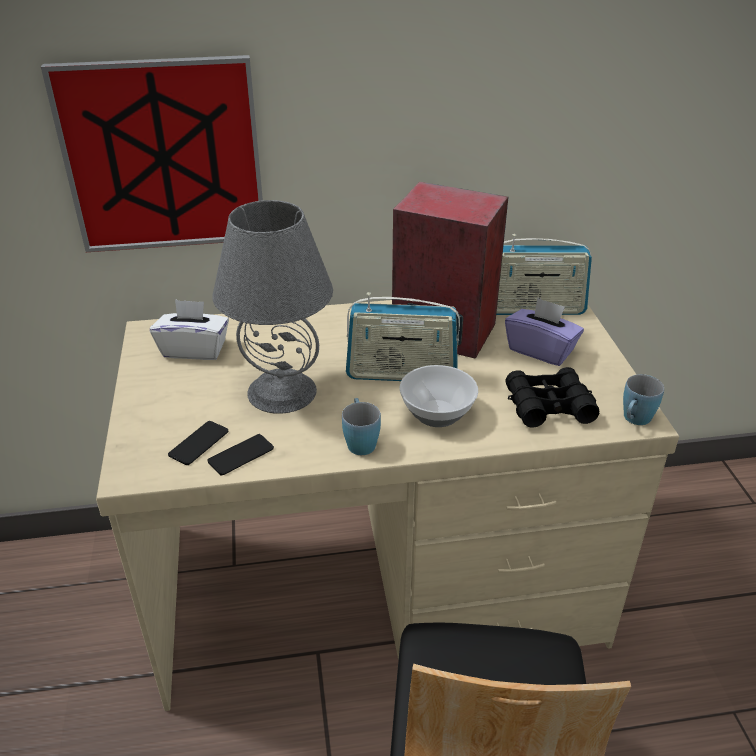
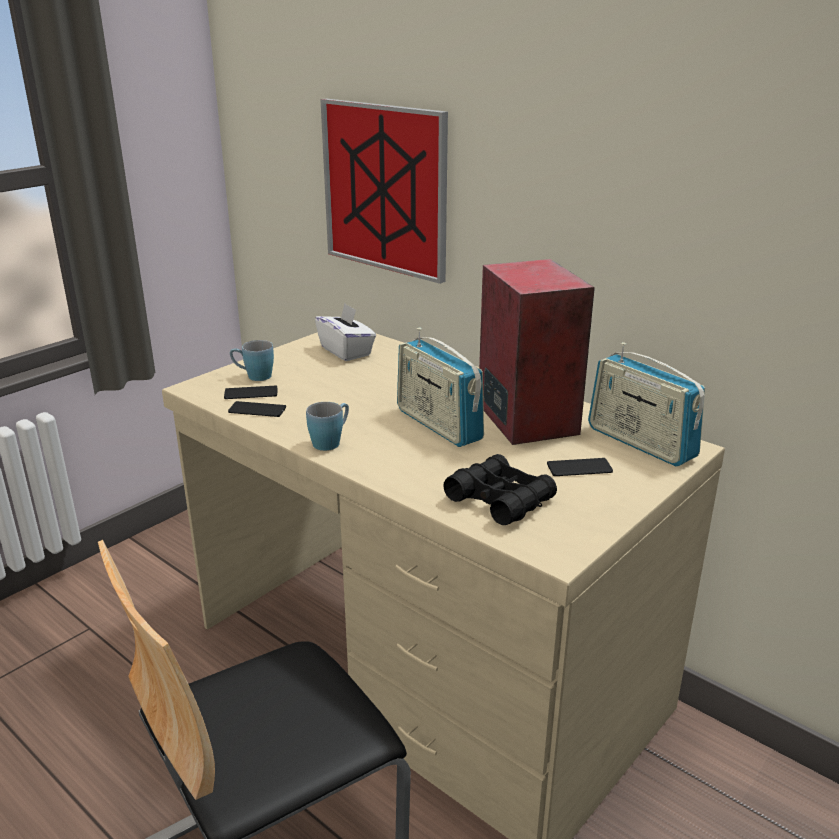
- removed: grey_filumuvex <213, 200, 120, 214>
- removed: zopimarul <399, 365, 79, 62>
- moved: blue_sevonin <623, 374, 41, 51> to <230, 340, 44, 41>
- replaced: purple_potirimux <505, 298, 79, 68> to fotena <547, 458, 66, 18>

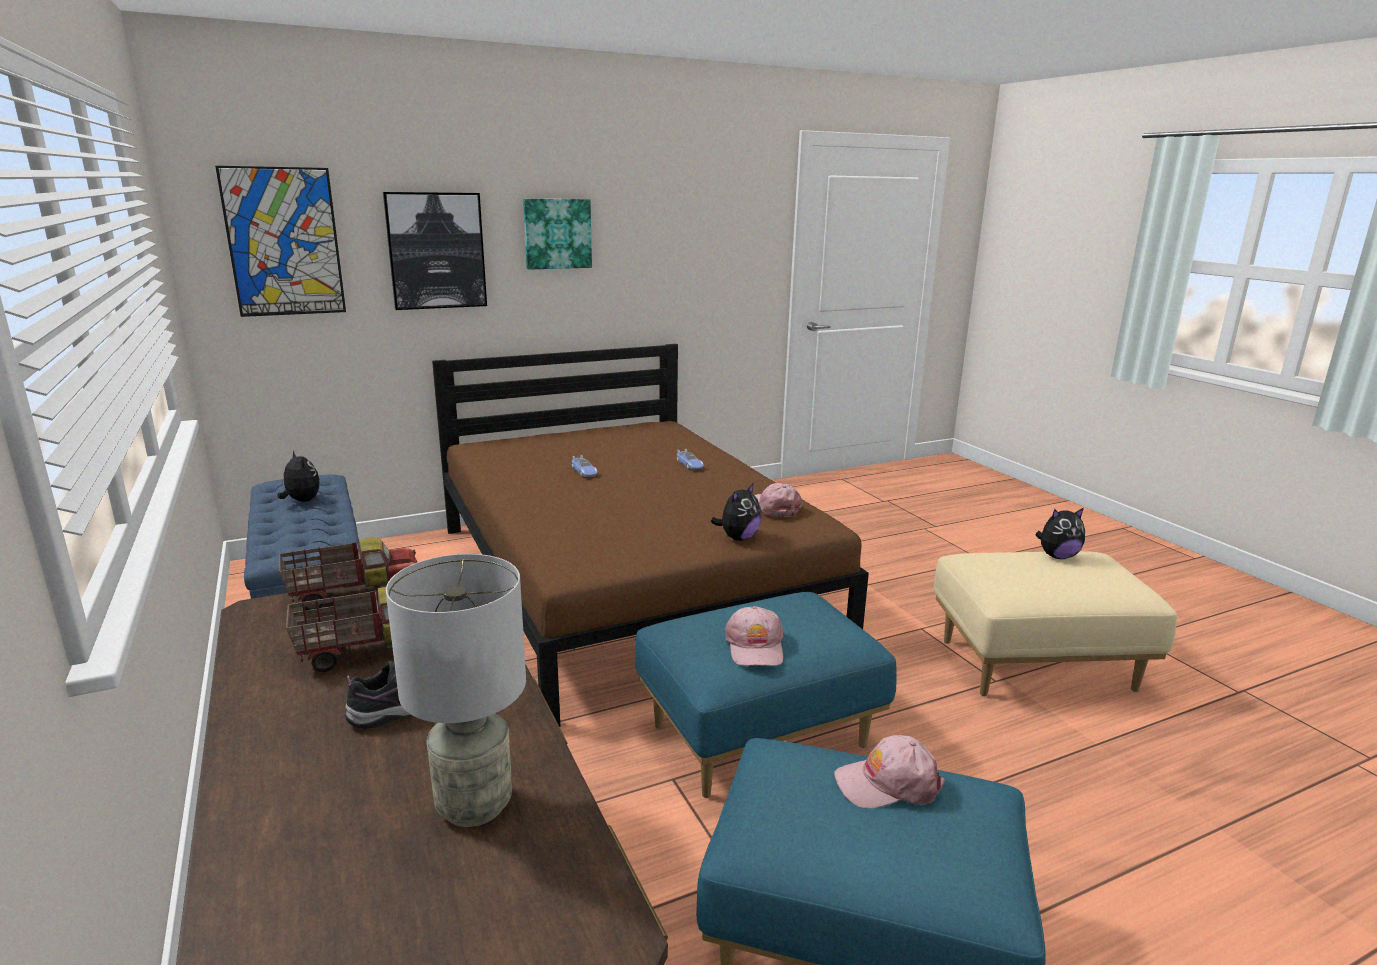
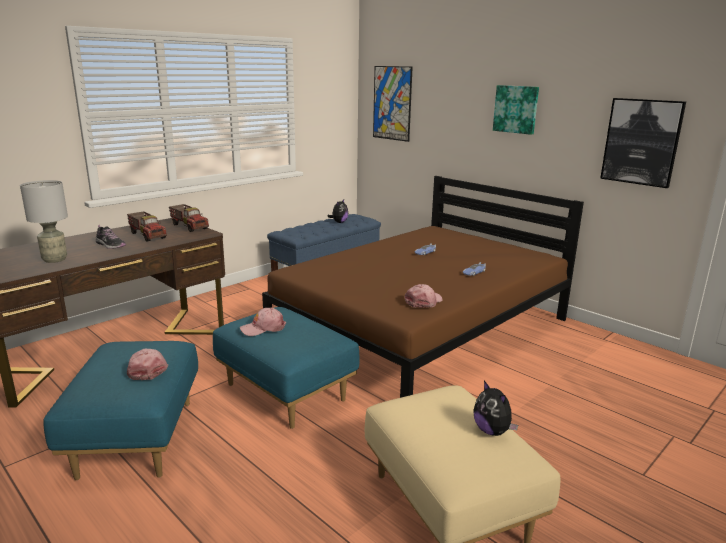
- removed: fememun <711, 483, 50, 58>
- moved: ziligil <383, 192, 104, 118> to <600, 98, 86, 90>

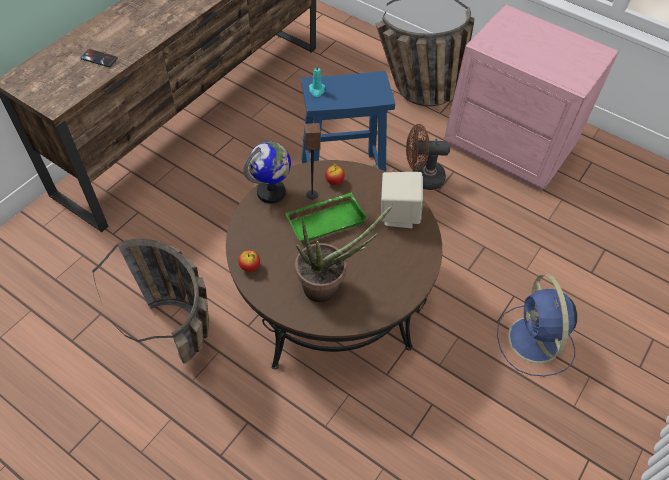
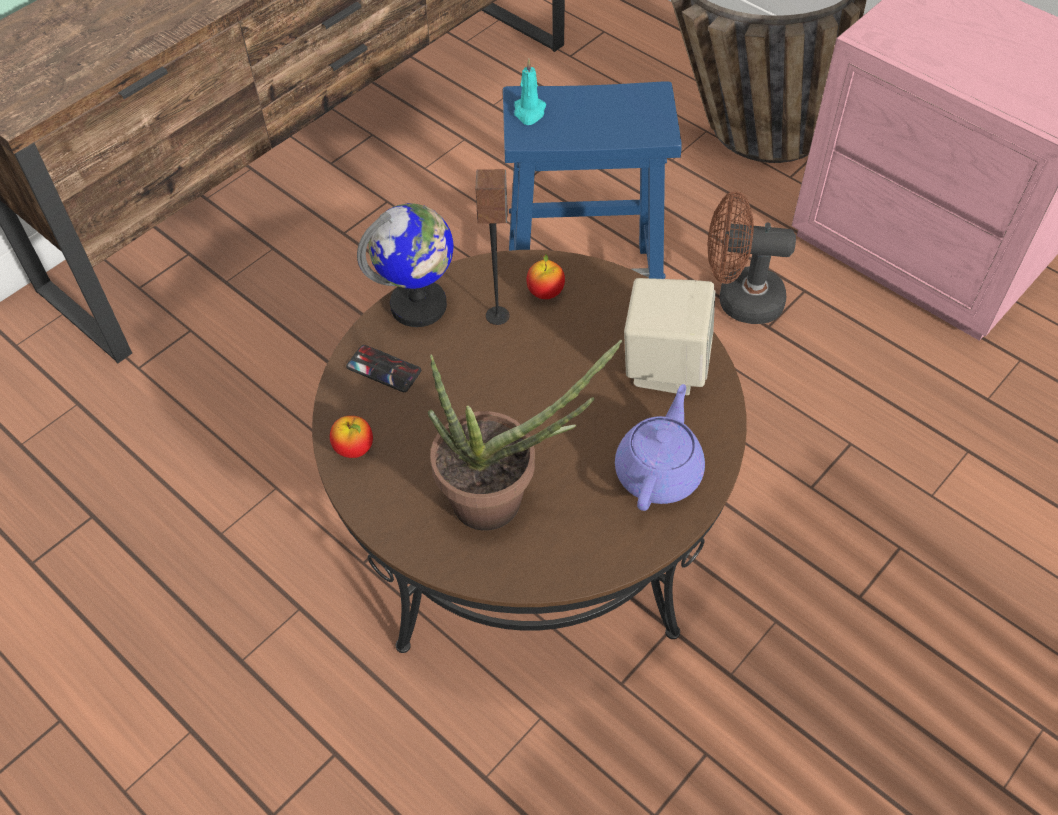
- removed: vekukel <92, 239, 117, 125>
- removed: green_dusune <285, 192, 83, 51>
- removed: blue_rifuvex <497, 274, 80, 102>
- added: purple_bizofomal <615, 384, 90, 127>
- moved: fotena <81, 49, 37, 18> to <346, 345, 75, 47>

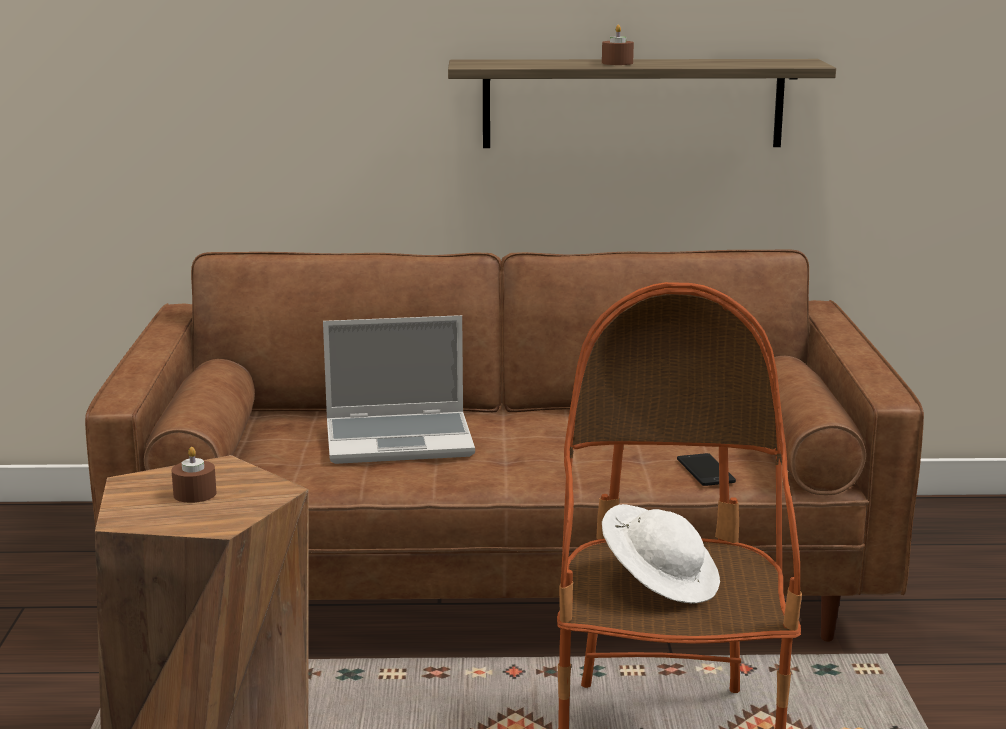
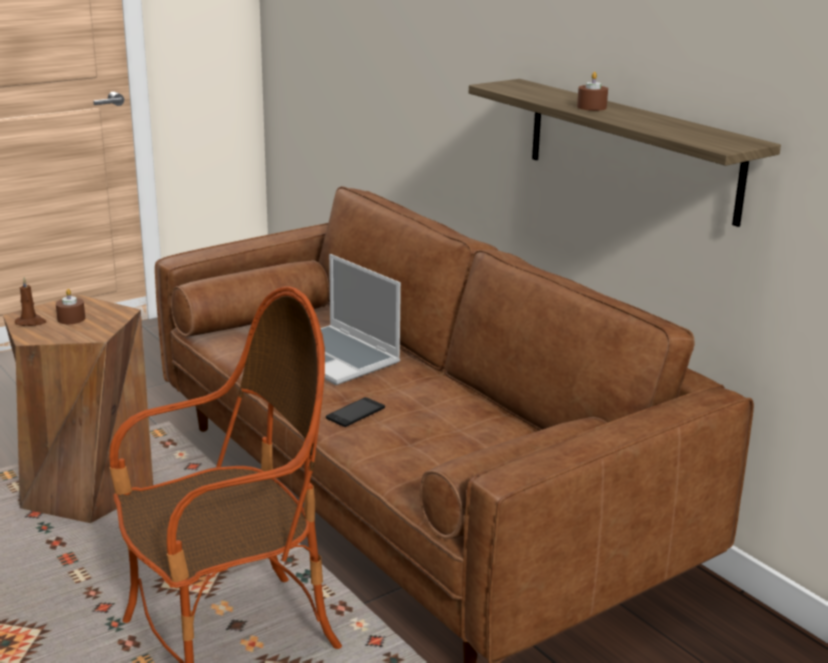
- removed: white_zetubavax <602, 504, 118, 100>
- added: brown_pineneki <15, 277, 31, 49>
- moved: fotena <677, 453, 59, 33> to <326, 397, 59, 30>

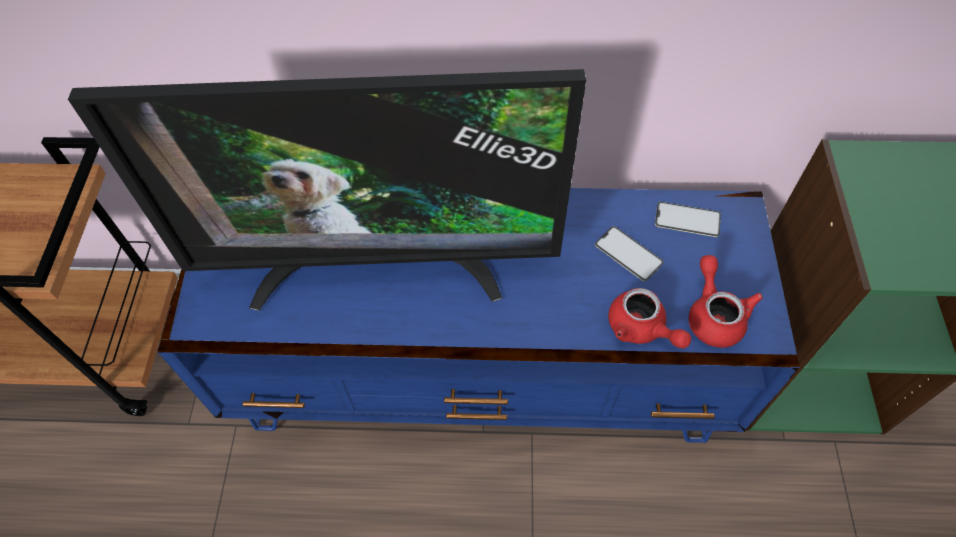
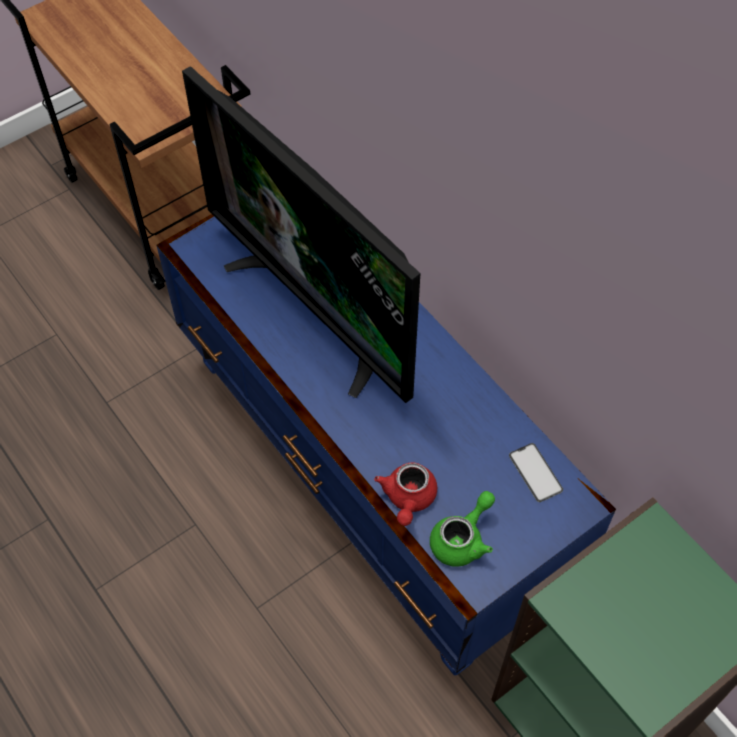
- removed: fotena <595, 226, 68, 55>
- recoloured: red_bizofomal <689, 255, 74, 93> to green_bizofomal <430, 491, 65, 76>

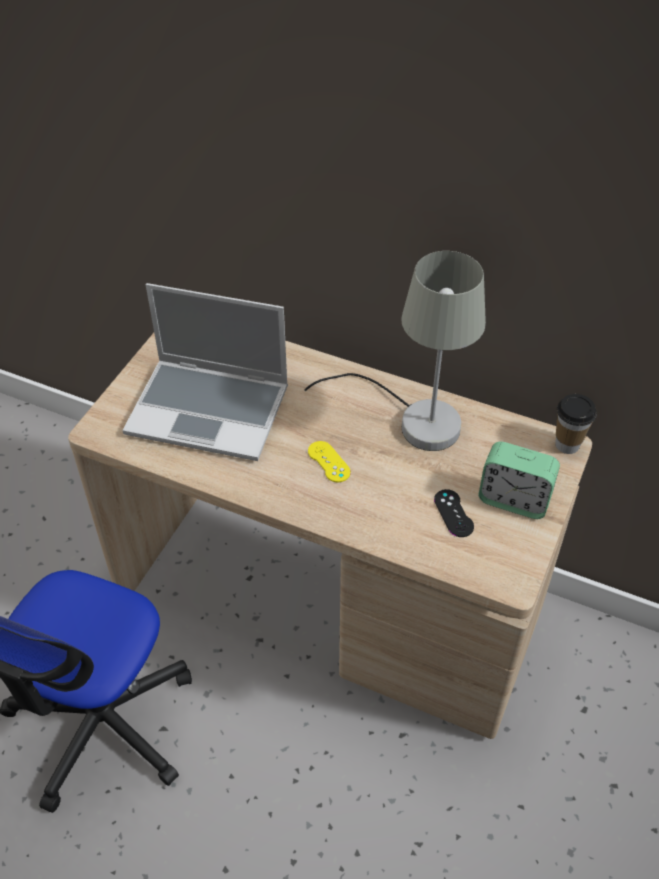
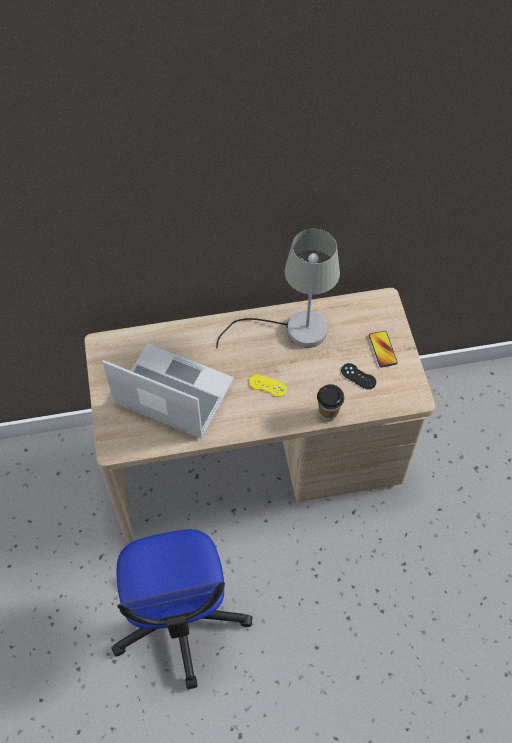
- moved: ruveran <555, 394, 42, 60> to <317, 384, 27, 38>
- replaced: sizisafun <478, 441, 82, 78> to fotena <369, 331, 29, 36>
- turned: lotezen <122, 283, 166, 178> = <102, 343, 132, 96> 135 degrees counterclockwise

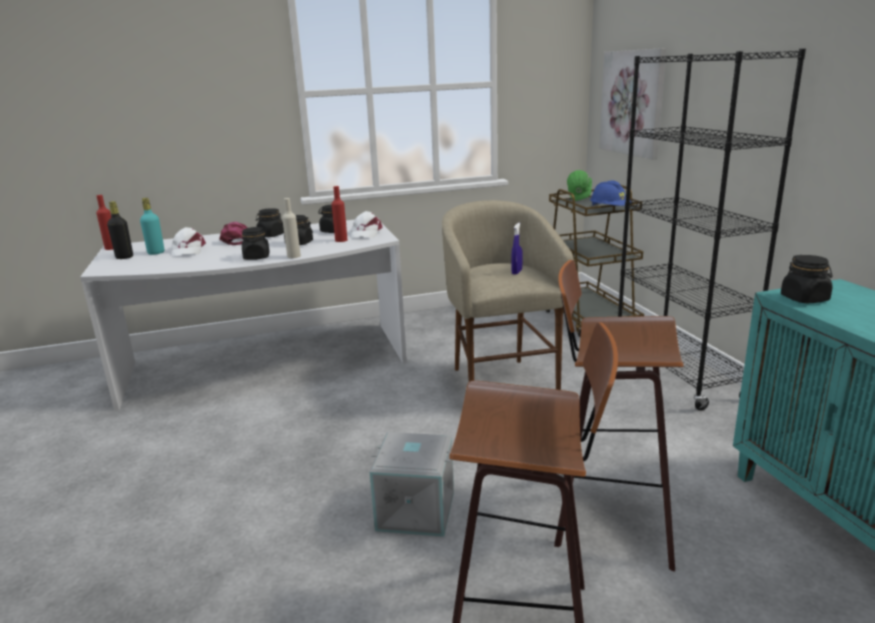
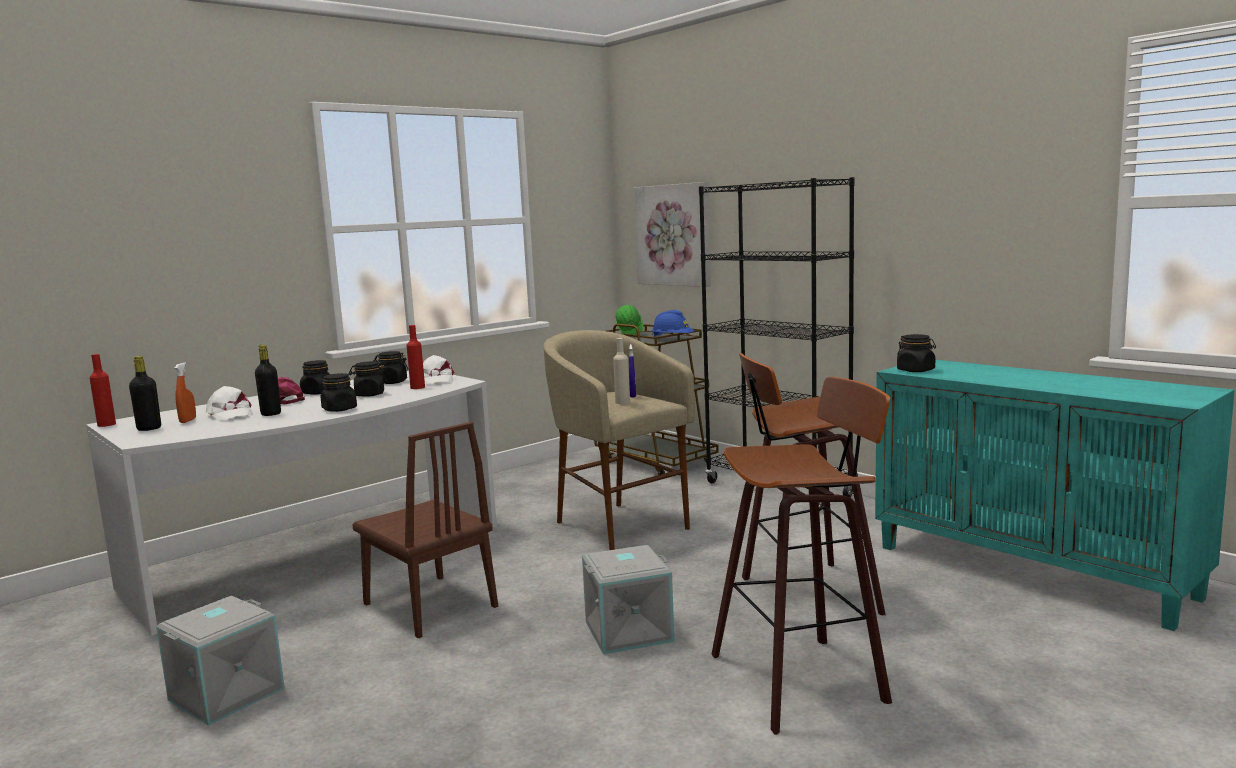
- added: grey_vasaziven <156, 596, 129, 130>
- added: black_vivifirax <255, 345, 26, 71>
- added: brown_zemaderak <352, 422, 146, 216>
- moved: beige_vivifirax <282, 198, 19, 60> to <613, 338, 17, 66>
- replaced: turquoise_vivifirax <140, 198, 24, 57> to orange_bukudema <175, 362, 21, 61>

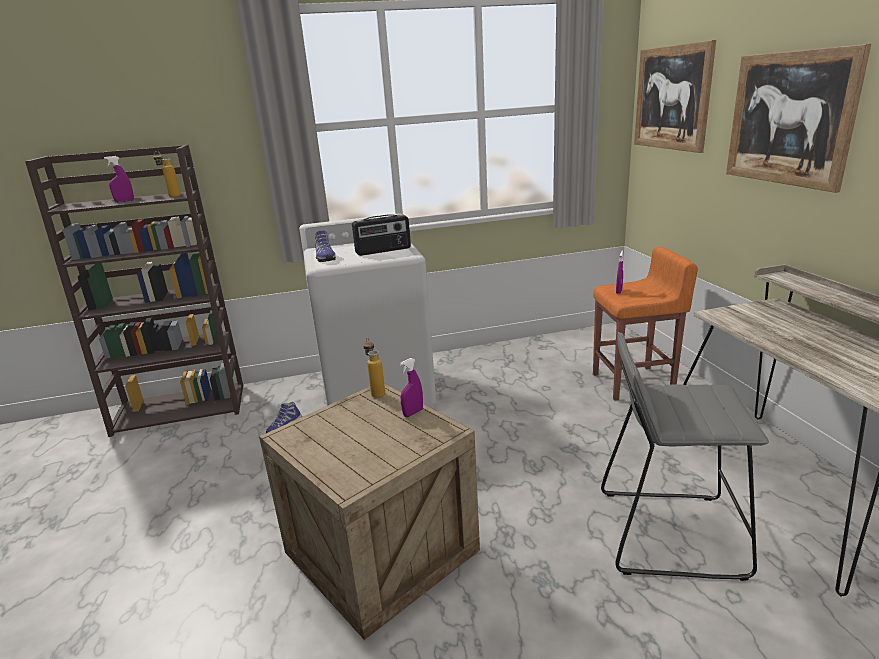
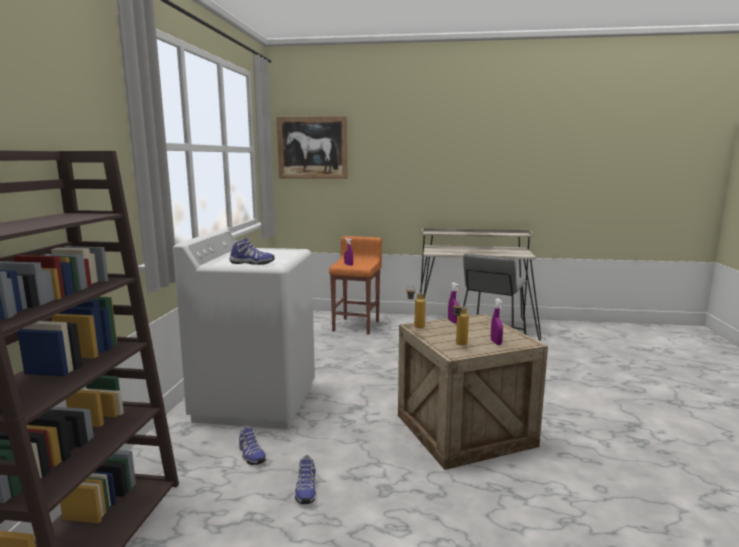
- removed: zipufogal <352, 214, 59, 42>
- removed: ziligil <726, 44, 145, 149>
- added: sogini <295, 455, 21, 49>
- moved: purple_bukudema <104, 156, 30, 46> to <491, 298, 12, 47>
- moved: vivifirax <154, 151, 27, 46> to <453, 301, 16, 45>

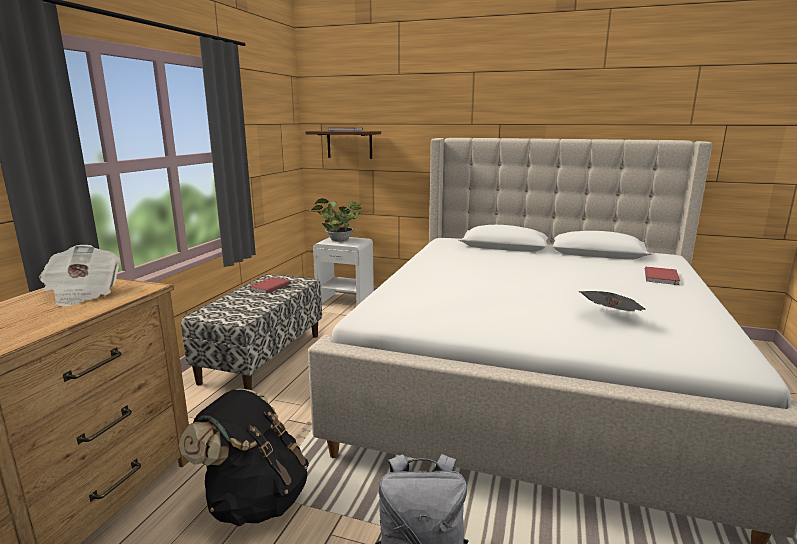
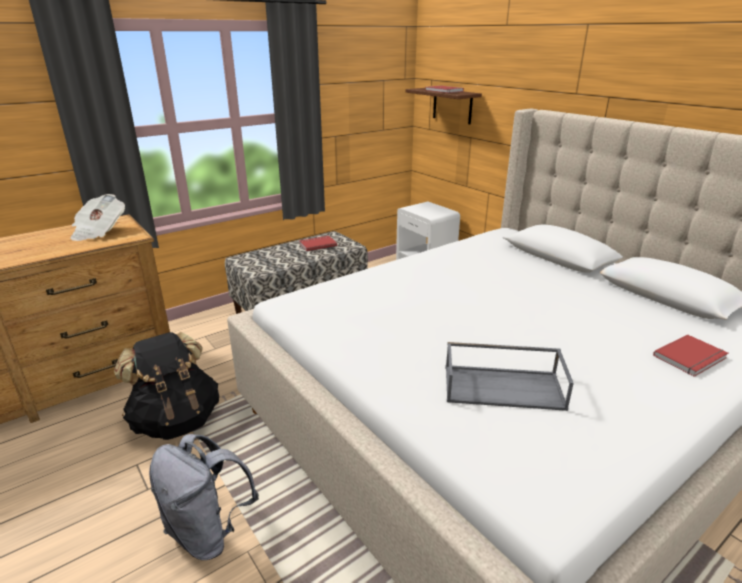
- removed: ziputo <310, 198, 51, 44>
- replaced: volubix <578, 291, 67, 20> to grey_dusune <445, 342, 129, 69>

